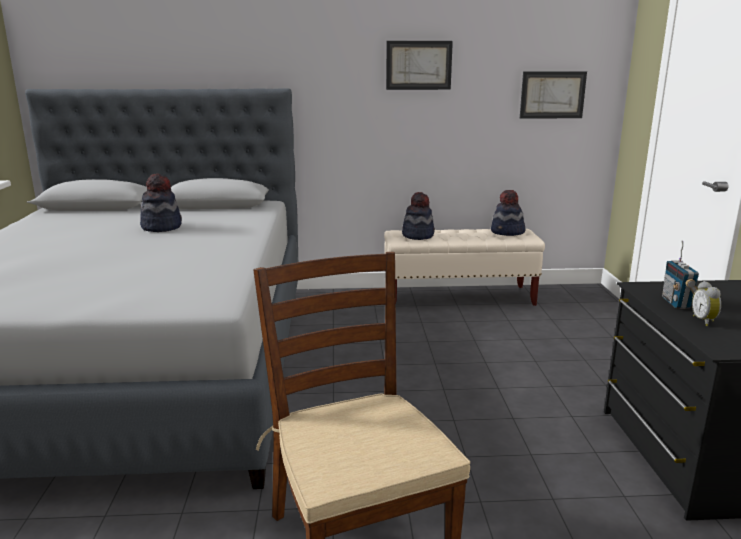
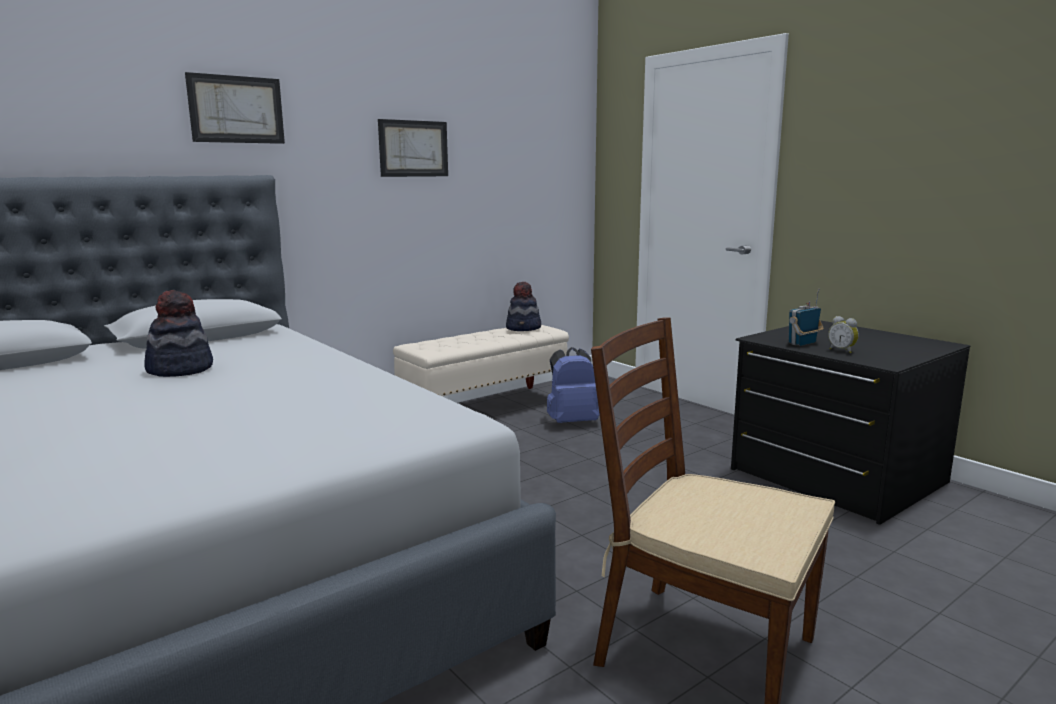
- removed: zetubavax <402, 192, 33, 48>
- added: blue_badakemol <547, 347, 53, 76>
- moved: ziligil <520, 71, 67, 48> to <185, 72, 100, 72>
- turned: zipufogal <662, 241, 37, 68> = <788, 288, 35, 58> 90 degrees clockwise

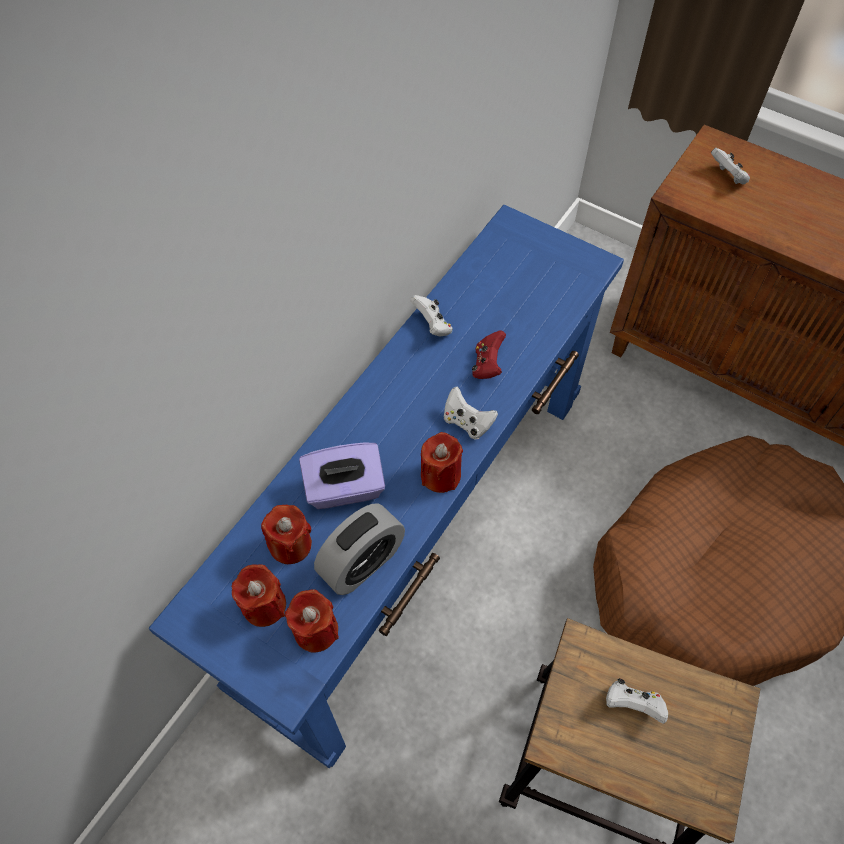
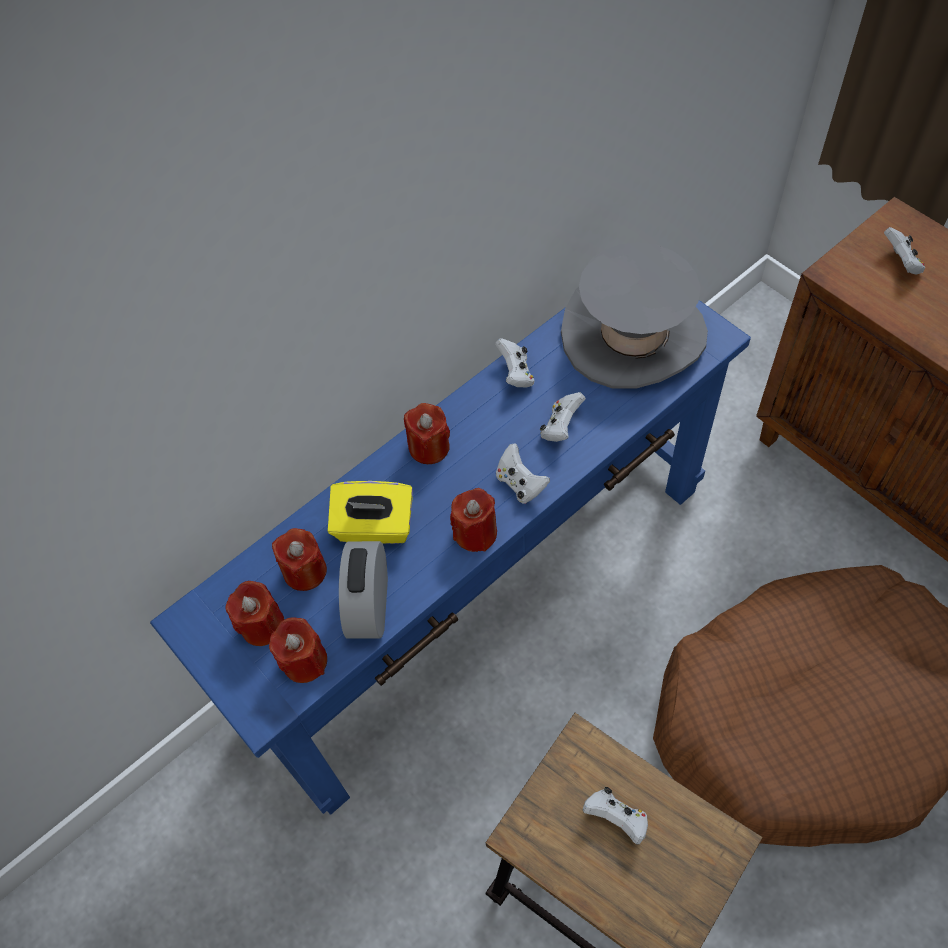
- added: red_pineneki <404, 403, 46, 61>
- added: grey_zetubavax <561, 242, 147, 147>
- recoloured: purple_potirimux <299, 442, 86, 67> to yellow_potirimux <328, 481, 85, 63>
- recoloured: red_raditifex <472, 330, 34, 49> to white_raditifex <540, 392, 46, 50>
- turned: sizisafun <314, 503, 91, 92> = <339, 541, 49, 98> 120 degrees clockwise

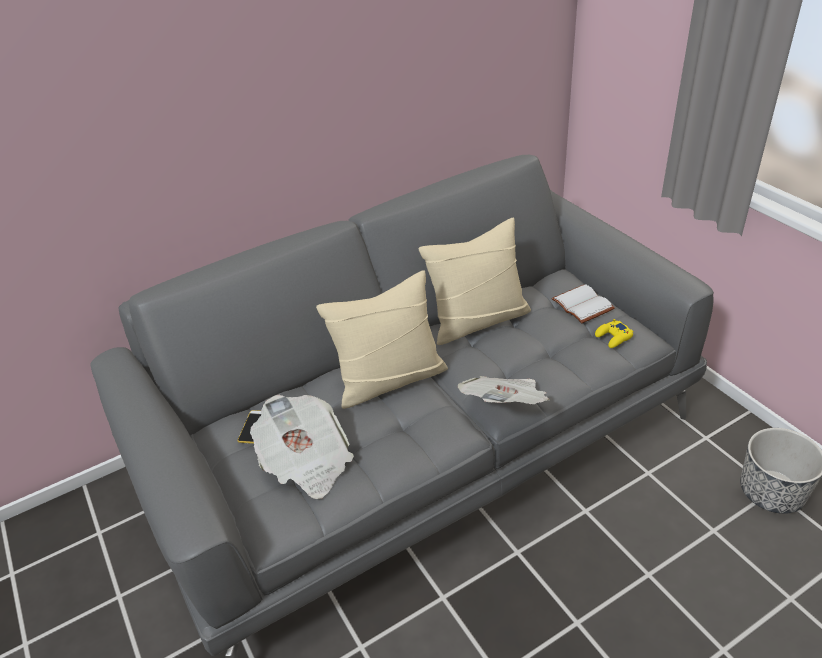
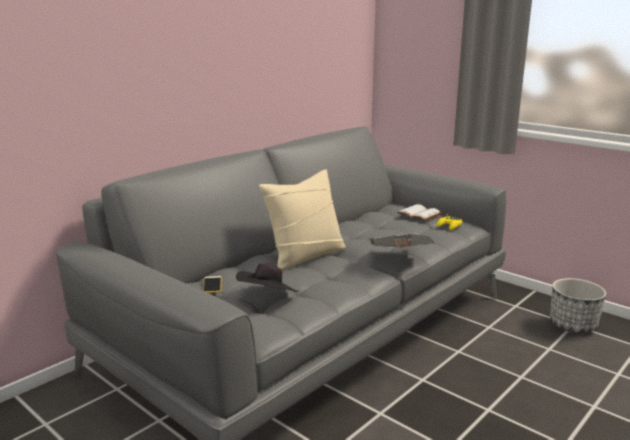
- removed: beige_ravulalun <419, 218, 112, 127>
- replaced: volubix <250, 395, 104, 104> to black_zetubavax <236, 263, 62, 29>

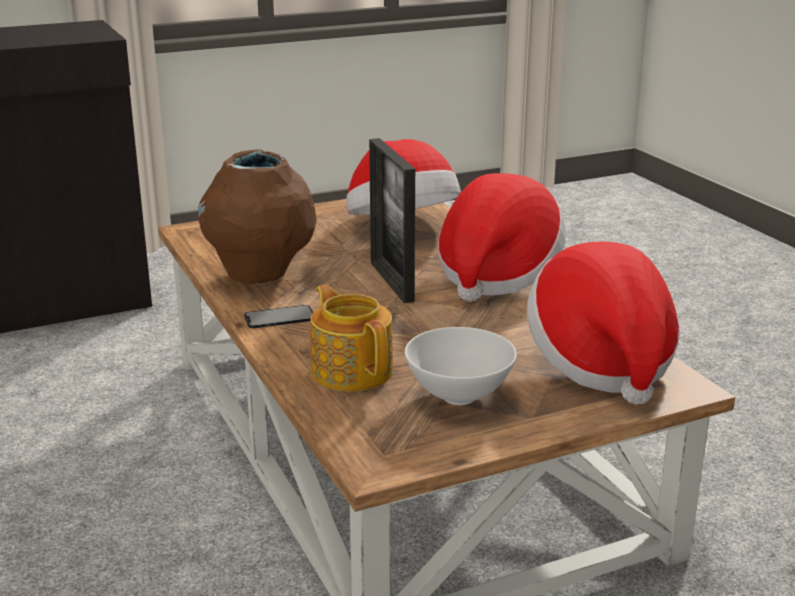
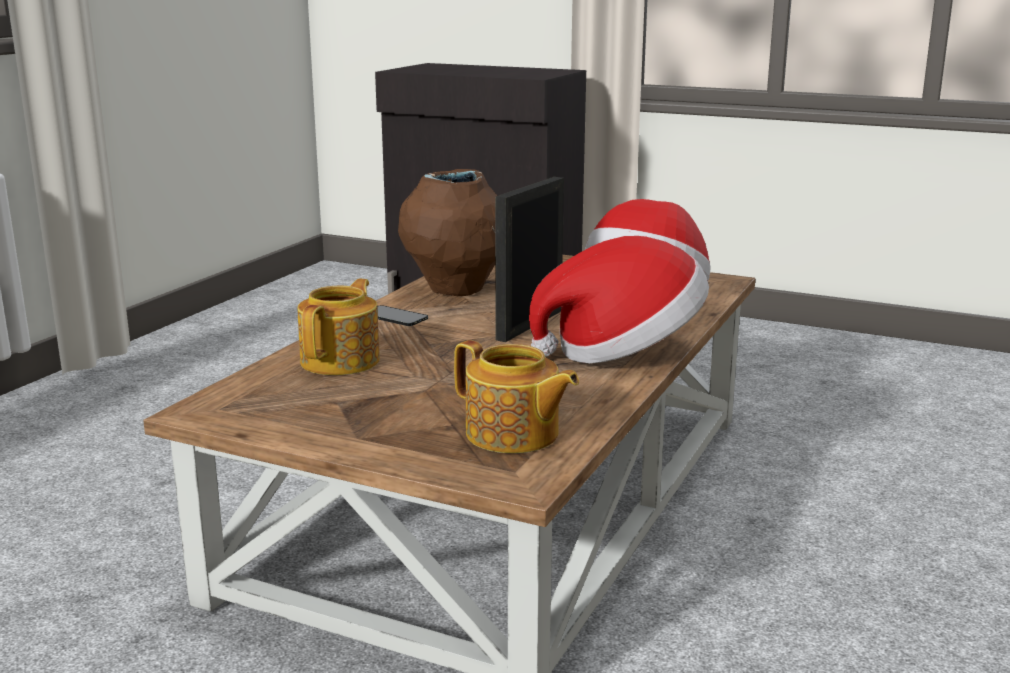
- removed: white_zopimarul <405, 327, 112, 78>
- replaced: zetubavax <527, 241, 153, 164> to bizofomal <454, 340, 125, 114>

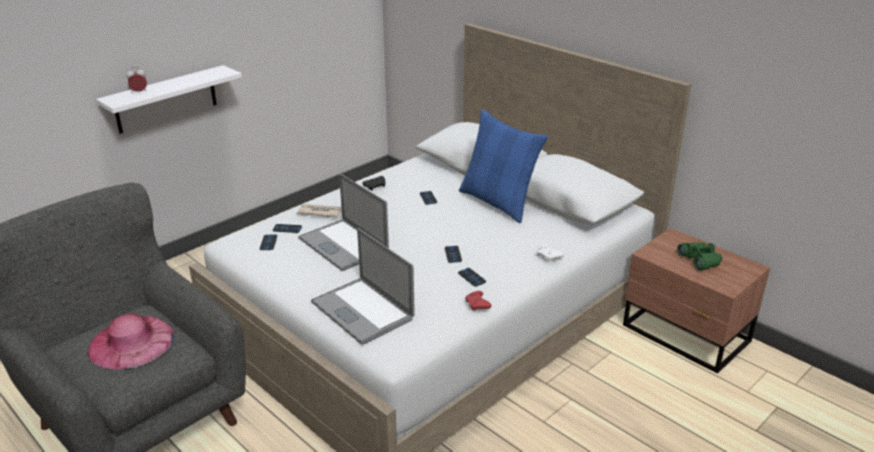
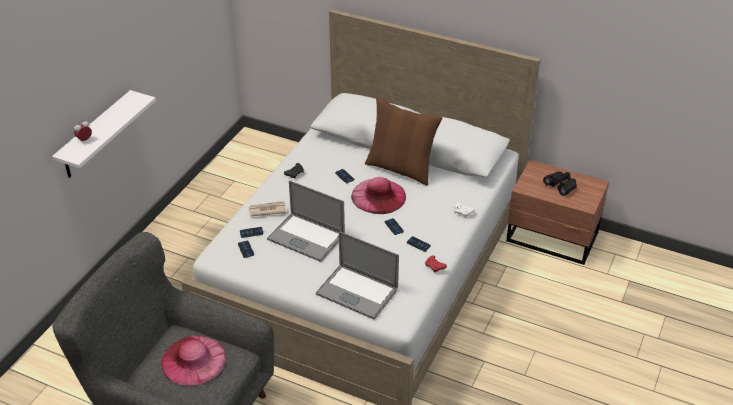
- added: pink_zetubavax <351, 177, 55, 37>
- recoloured: blue_ravulalun <459, 109, 89, 114> to brown_ravulalun <365, 97, 77, 89>
- recoloured: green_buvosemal <677, 242, 45, 28> to black_buvosemal <543, 172, 34, 24>

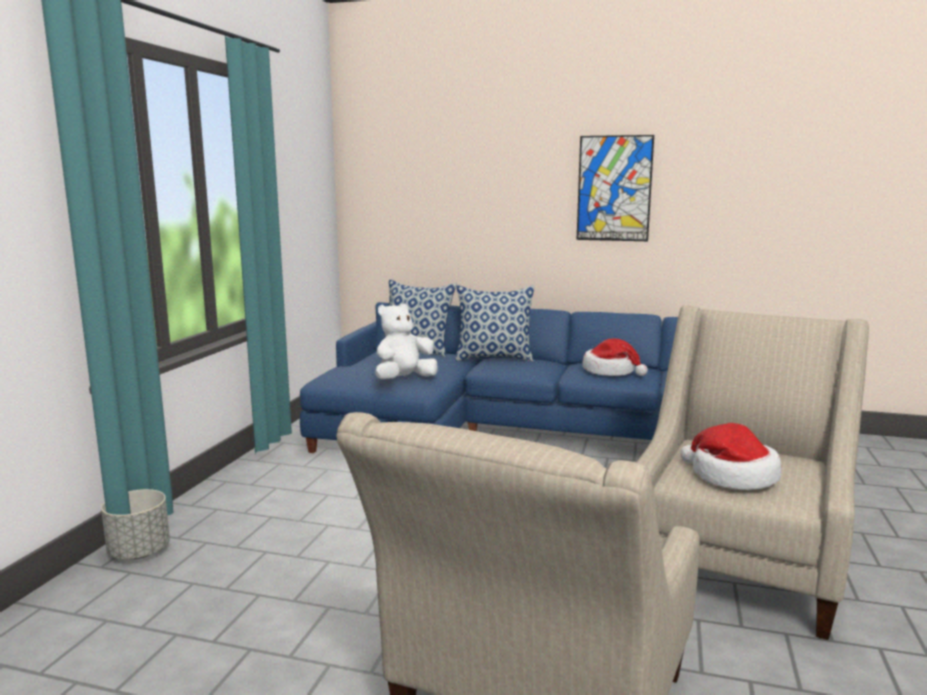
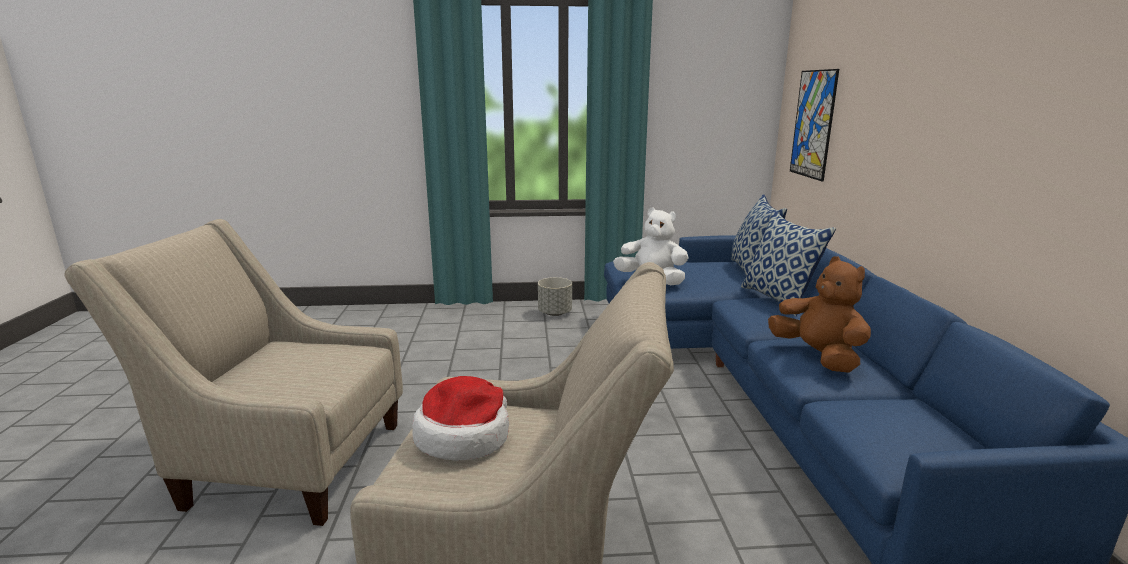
- moved: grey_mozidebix <101, 489, 69, 70> to <538, 277, 34, 39>
- moved: ziligil <577, 135, 77, 106> to <790, 69, 49, 112>
- replaced: zetubavax <582, 339, 66, 37> to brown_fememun <768, 256, 103, 117>

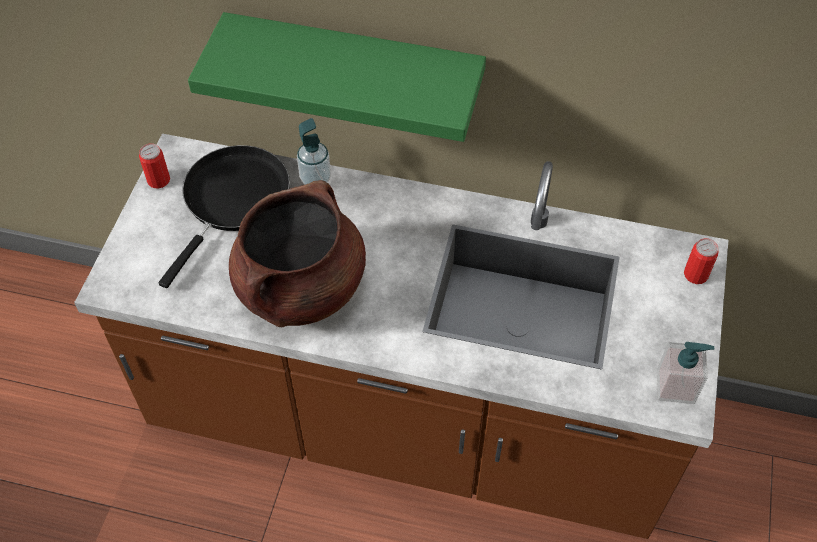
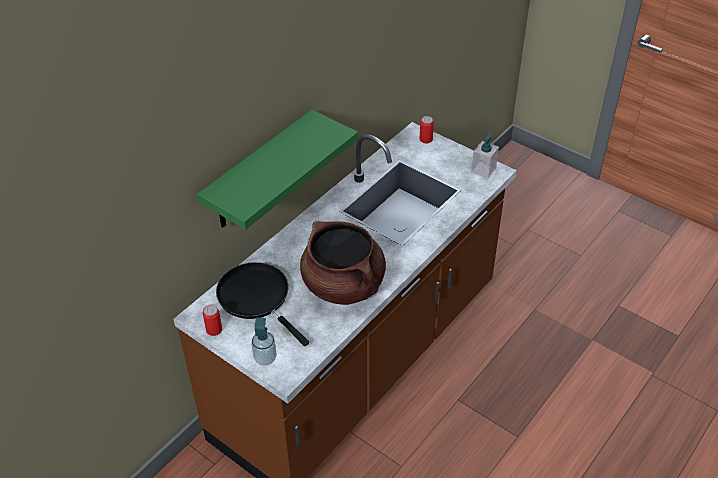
- moved: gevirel <297, 118, 34, 67> to <252, 317, 24, 49>

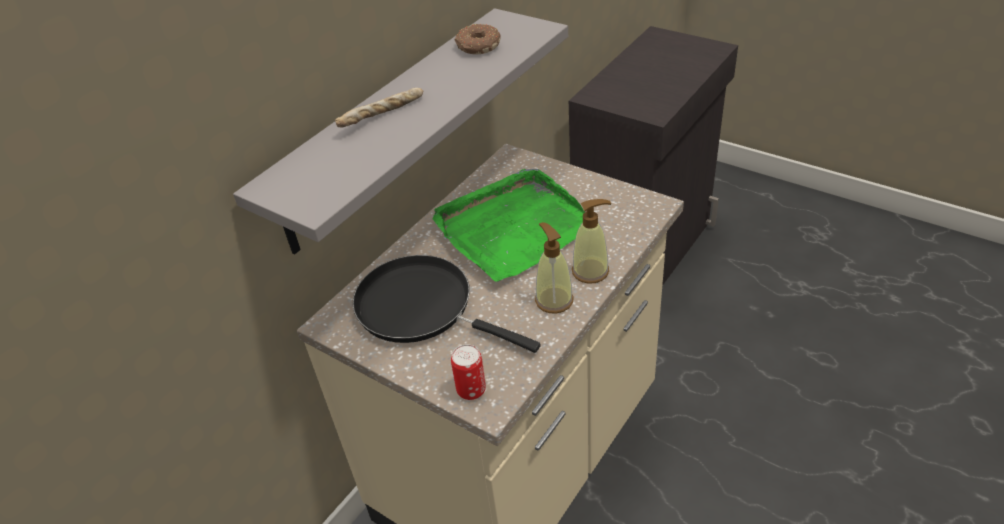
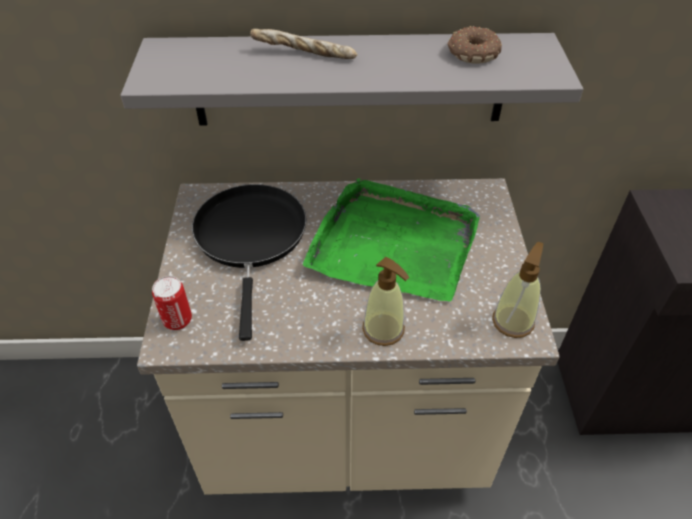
- moved: gevirel <535, 222, 39, 92> to <492, 242, 51, 96>

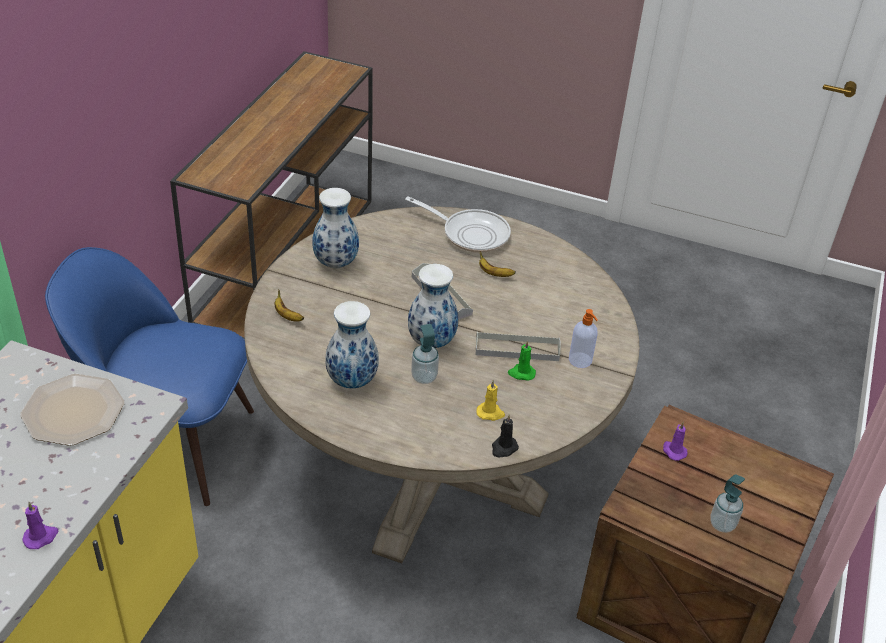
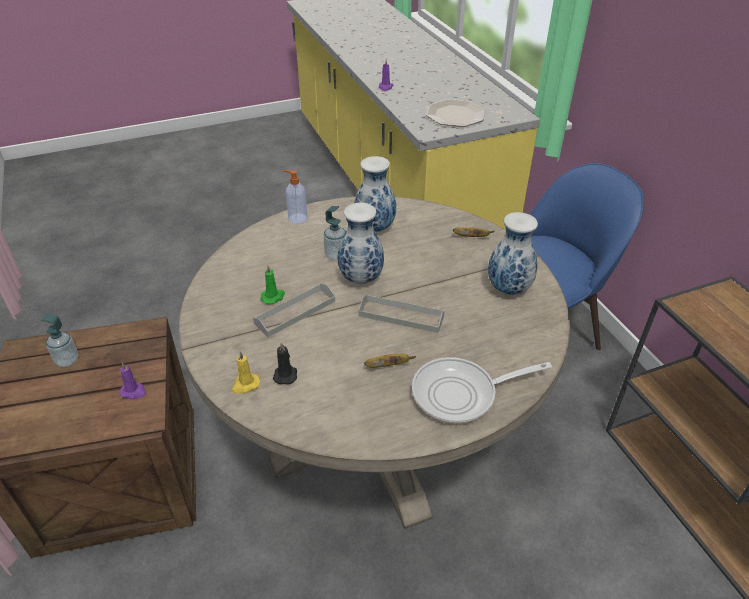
- moved: yellow_pineneki <476, 380, 29, 41> to <231, 351, 29, 43>
- moved: black_pineneki <492, 415, 27, 42> to <273, 342, 24, 42>
- moved: gevirel <569, 309, 29, 59> to <283, 170, 25, 54>

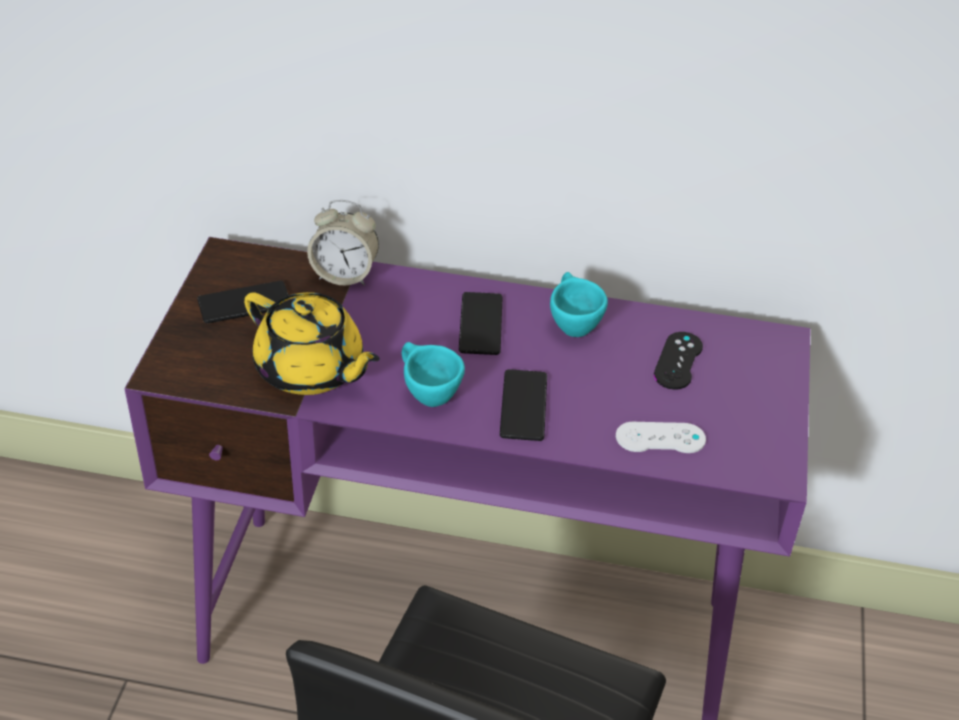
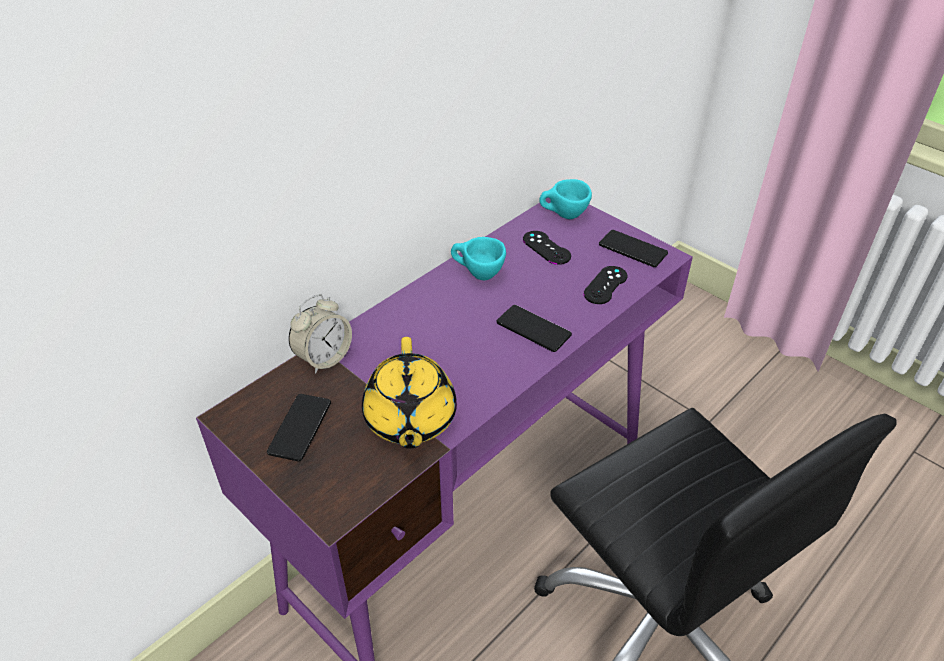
- moved: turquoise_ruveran <402, 342, 63, 65> to <539, 179, 53, 40>
- moved: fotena <459, 292, 43, 63> to <599, 230, 69, 37>
- recoloured: white_raditifex <616, 422, 90, 31> to black_raditifex <584, 266, 43, 38>
- turned: yellow_bizofomal <244, 292, 136, 103> = <362, 337, 95, 112> 105 degrees clockwise

